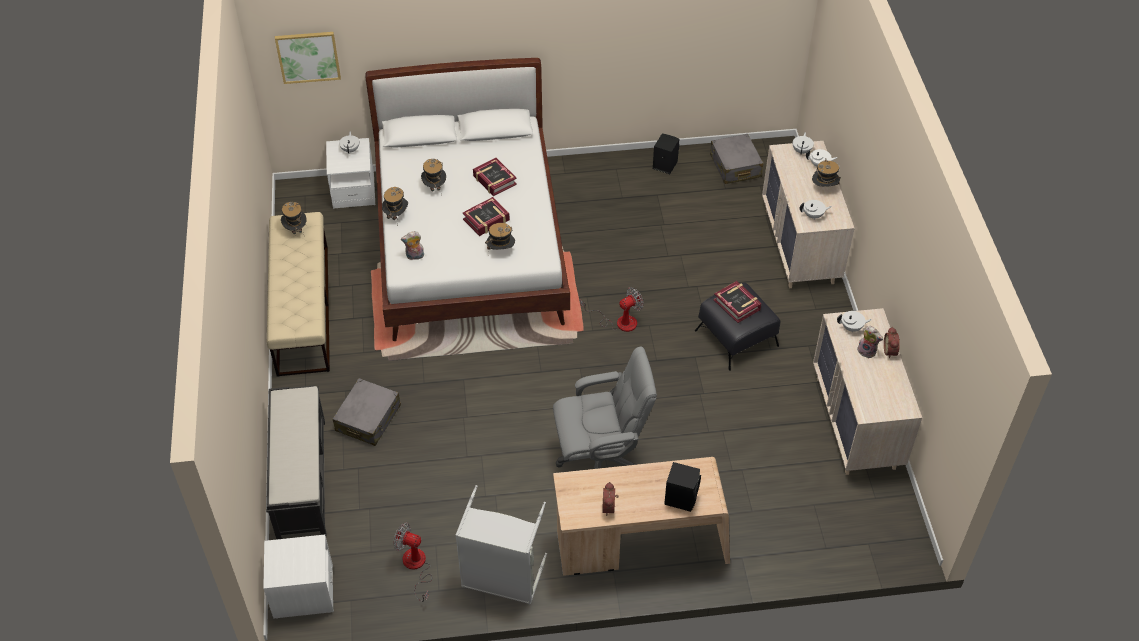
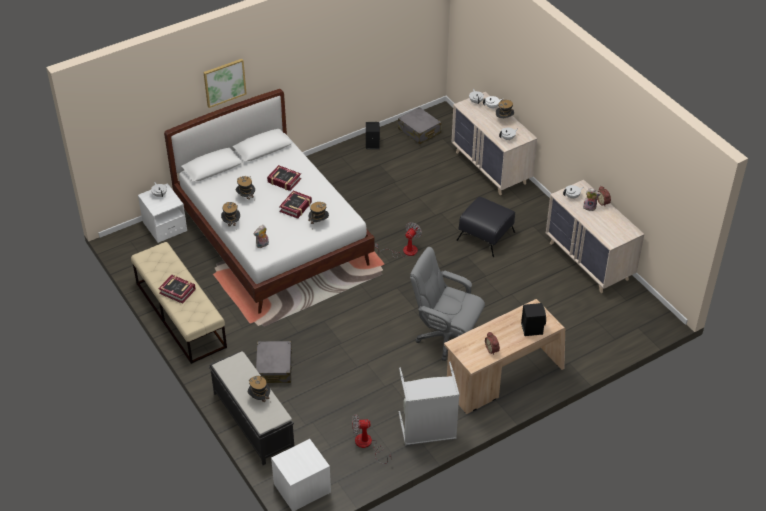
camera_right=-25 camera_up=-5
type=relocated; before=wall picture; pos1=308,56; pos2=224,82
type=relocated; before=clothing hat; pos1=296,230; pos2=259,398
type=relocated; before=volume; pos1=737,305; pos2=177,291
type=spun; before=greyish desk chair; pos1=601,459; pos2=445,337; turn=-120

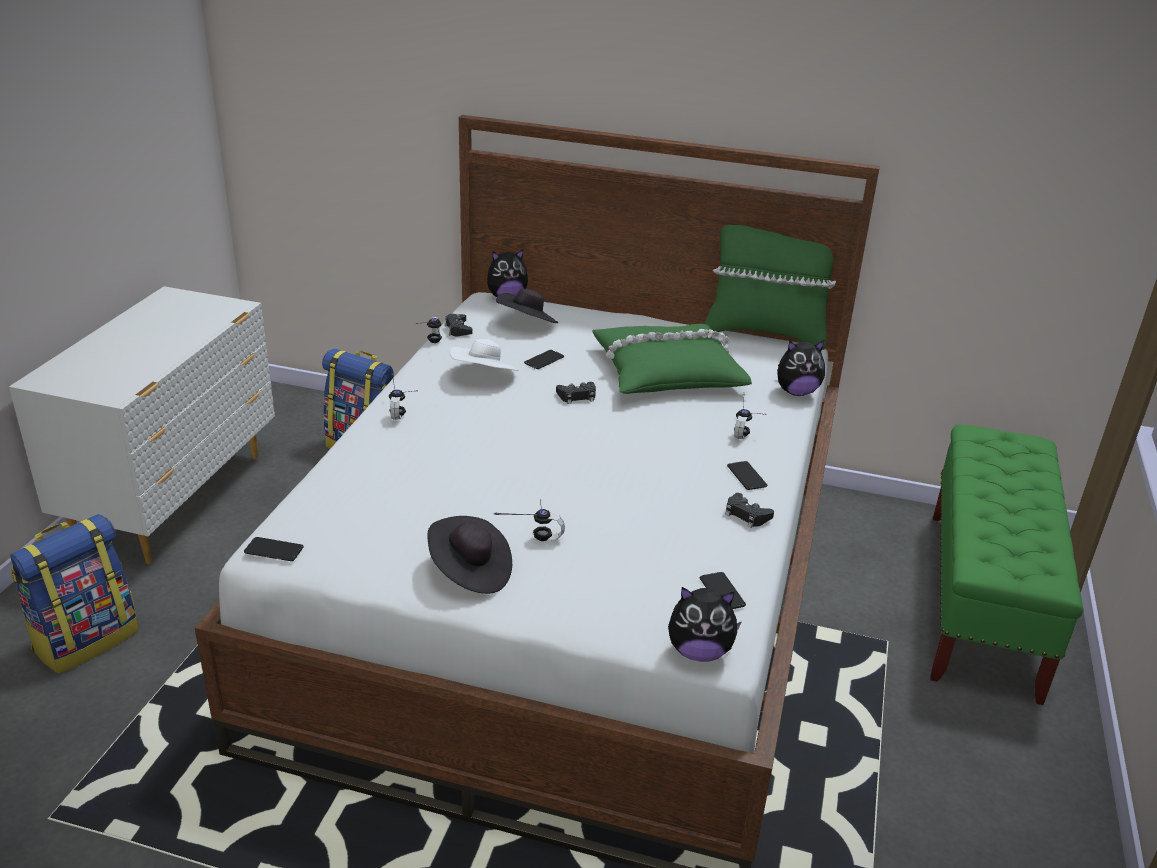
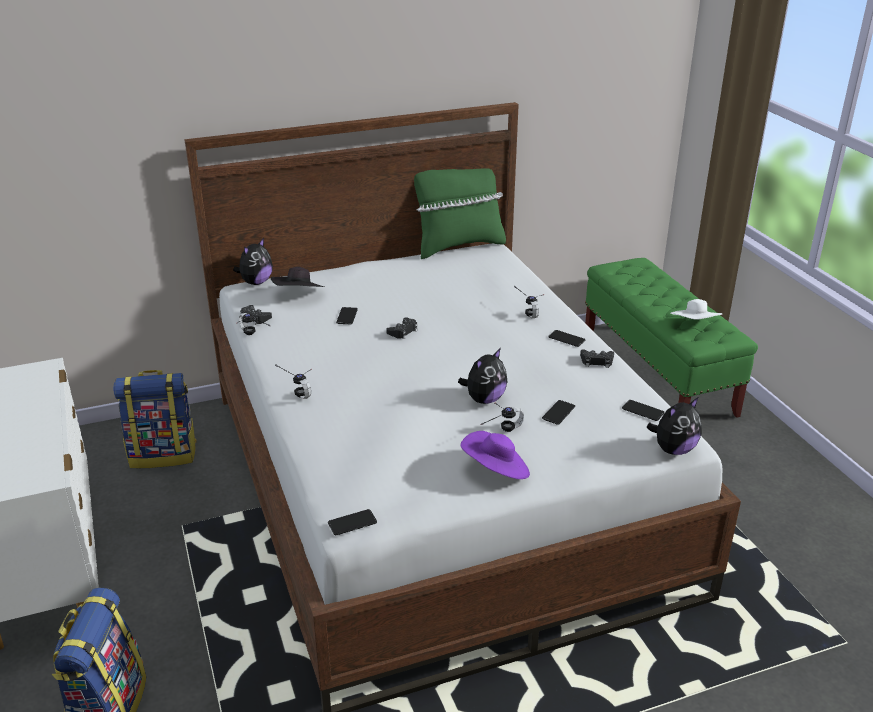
camera_right=-35 camera_up=0
type=missing; before=greenish pillow; pos1=666,372
type=appeared; after=handset; pos2=558,413
type=relocated; before=whitish clothing hat; pos1=484,376; pos2=694,326
type=relocated; before=plush toy; pos1=796,392; pos2=484,399
type=colour; before=black-coloured clothing hat; after=purplish clothing hat; pos1=470,572; pos2=496,470

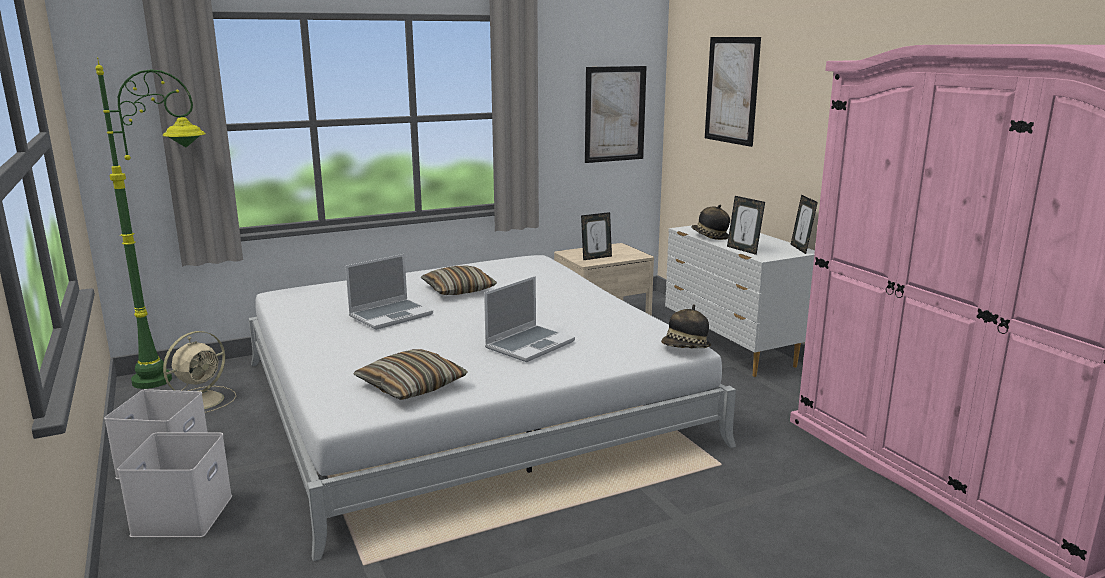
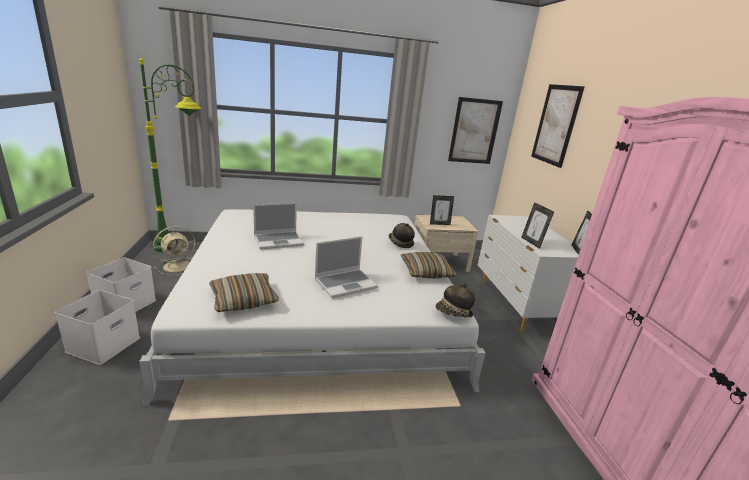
camera_right=15 camera_up=5
type=relocated; before=pillow; pos1=458,290; pos2=426,272
type=relocated; before=clothing hat; pos1=709,236; pos2=400,243

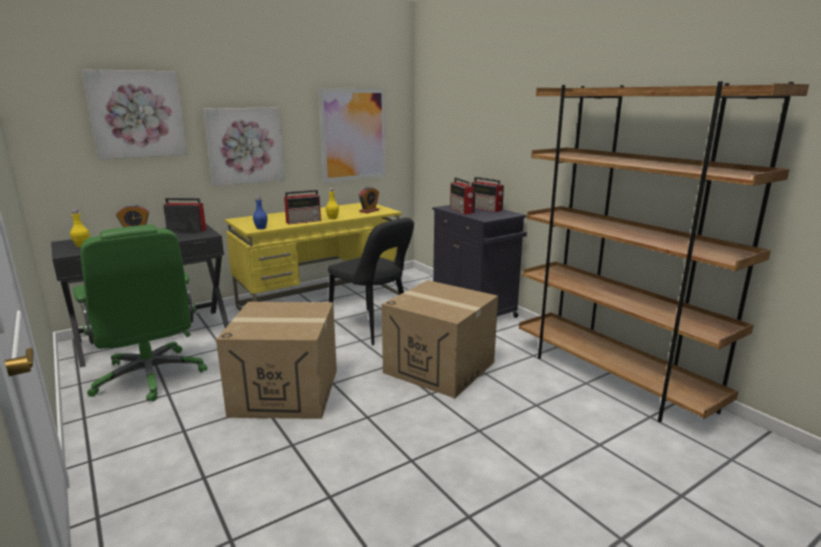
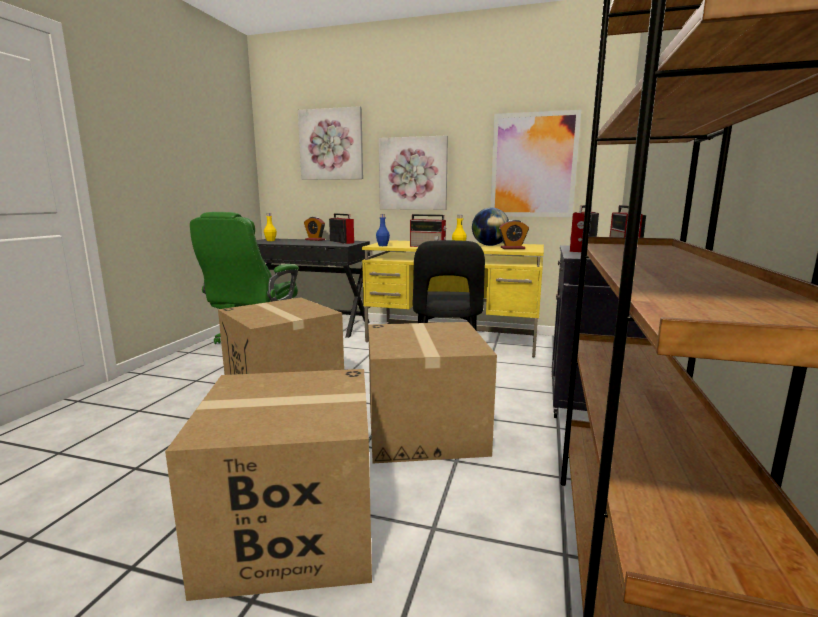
camera_right=50 camera_up=-5
type=appeared; after=cardboard box; pos2=291,528
type=appeared; after=world globe; pos2=490,245

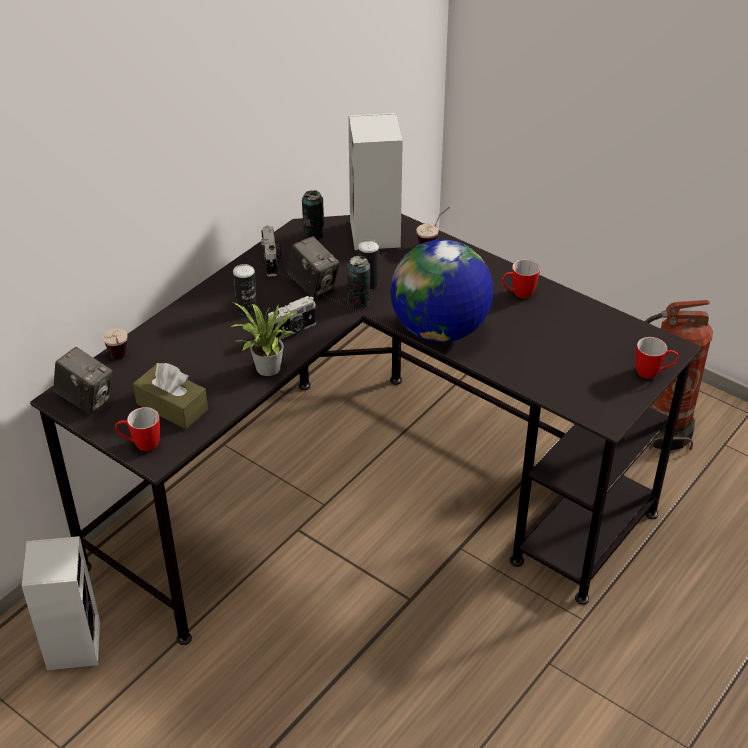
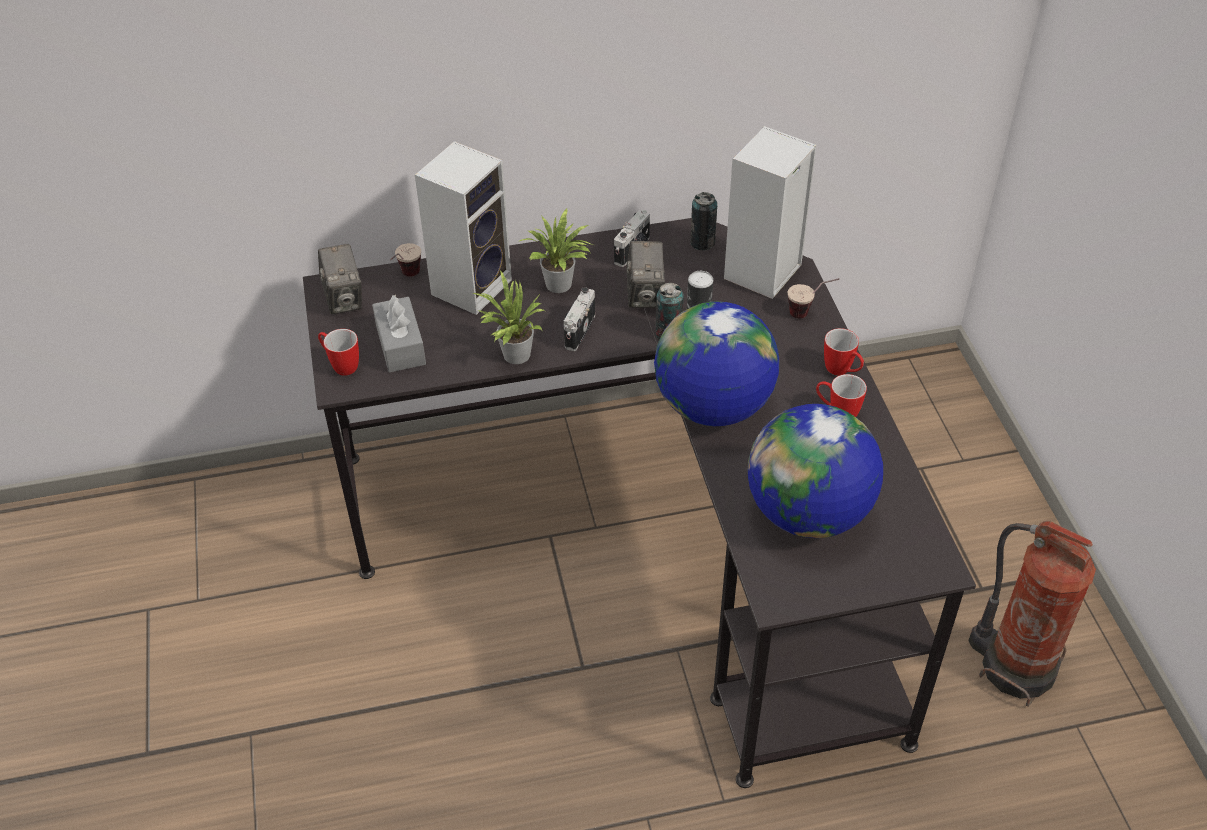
camera_right=40 camera_up=5
type=appeared; after=world globe; pos2=808,513
type=relocated; before=audio speaker; pos1=72,643; pos2=472,285
type=relocated; before=coffee mug; pos1=653,373; pos2=842,372
type=exchanged; before=sealed can; after=potted plant; pos1=247,309; pos2=560,286
type=colour; before=brown-coloured box of tissues; after=greyish box of tissues; pos1=172,407; pos2=400,345
type=spun; before=photo camera; pos1=294,331; pos2=578,331; turn=105

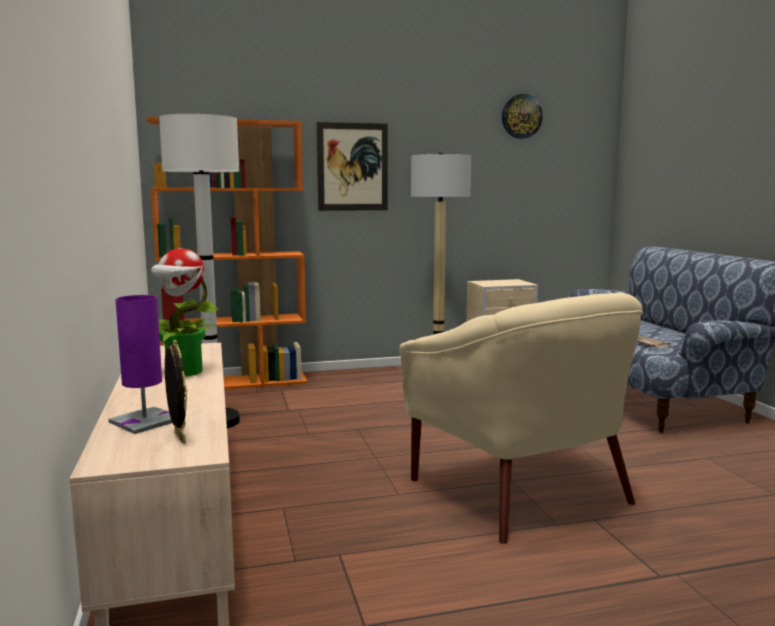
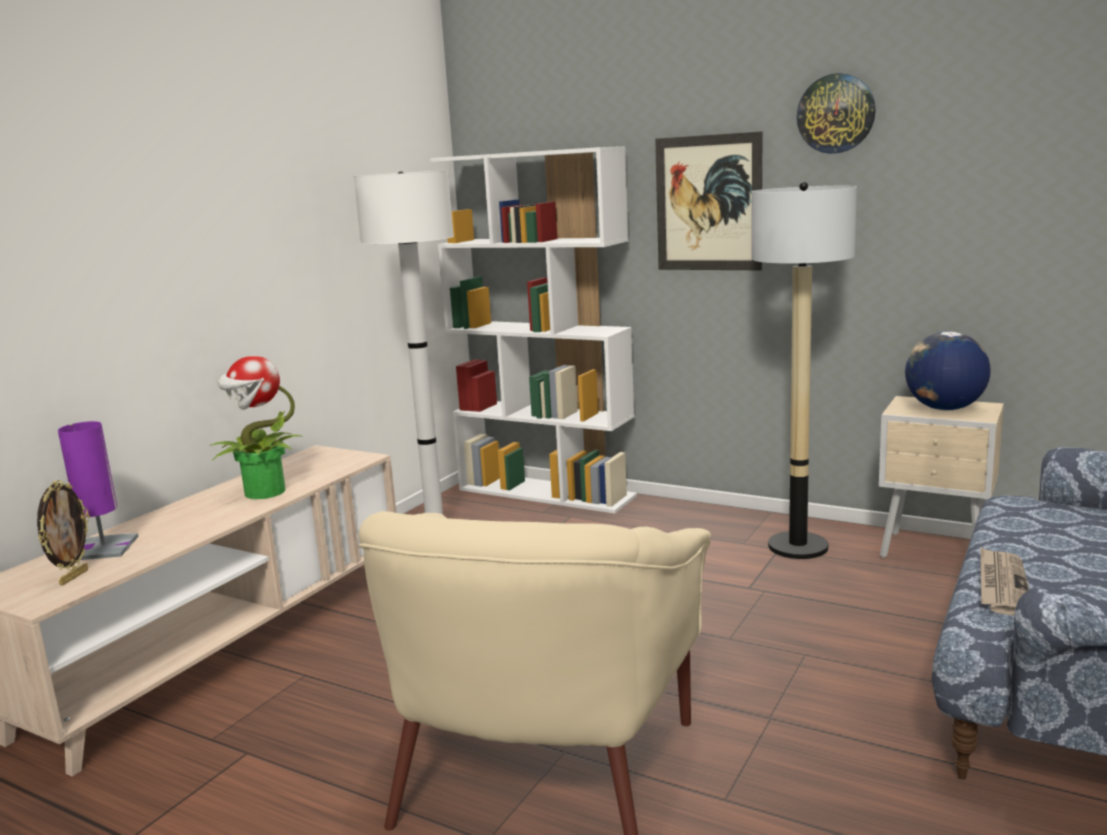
camera_right=45 camera_up=5
type=appeared; after=world globe; pos2=944,409
type=relocated; before=hanging clock; pos1=521,116; pos2=836,114
type=colour; before=orangey shelving unit; after=whitish shelving unit; pos1=237,382; pos2=547,492

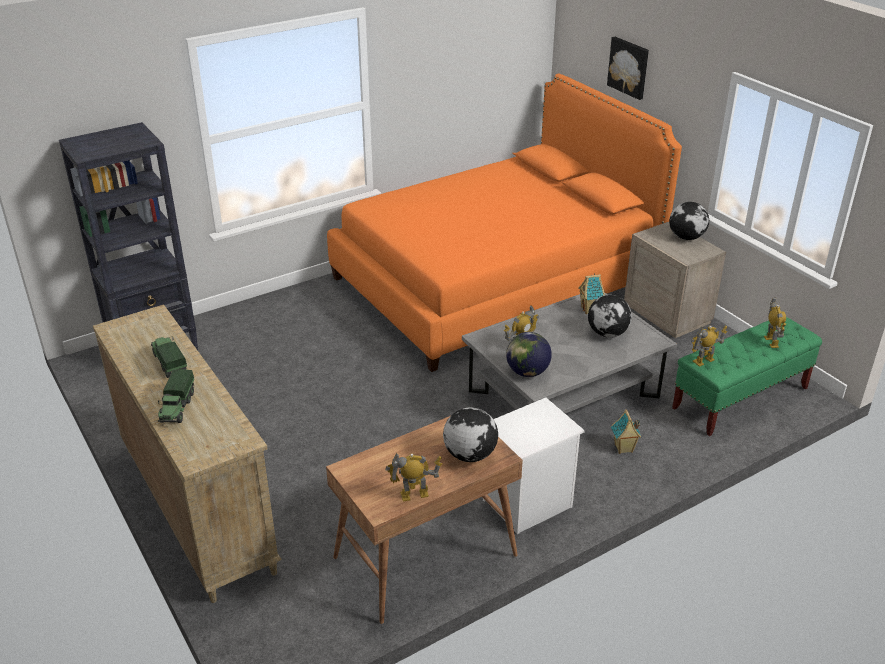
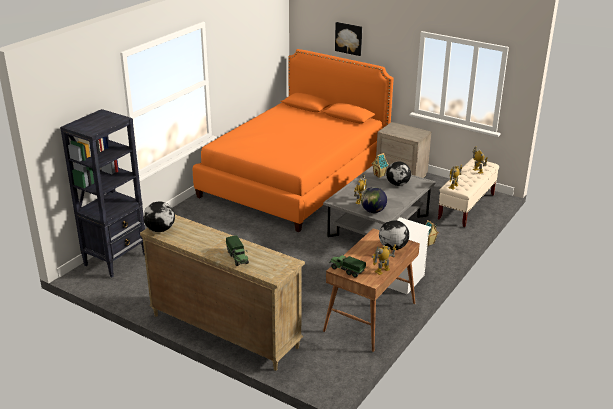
camera_right=-25 camera_up=-5
type=relocated; before=toy lorry; pos1=169,363; pos2=346,270
type=relocated; before=world globe; pos1=686,237; pos2=160,229
type=colour; before=greenish bench; after=sand-coloured bench; pos1=740,398; pos2=466,207

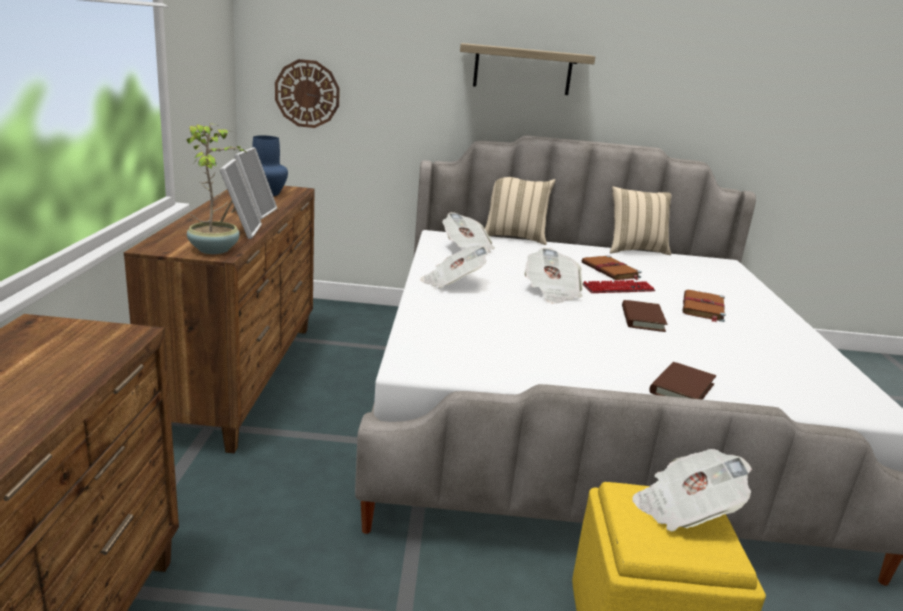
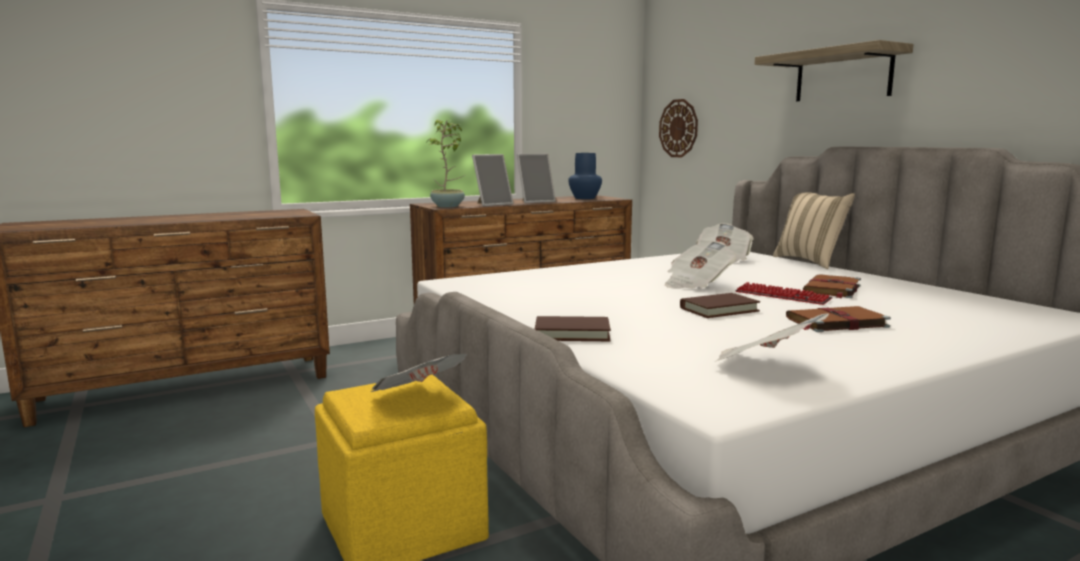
camera_right=60 camera_up=-10
type=missing; before=sand-coloured pillow; pos1=635,250
type=relocated; before=daily paper; pos1=452,283; pos2=764,367

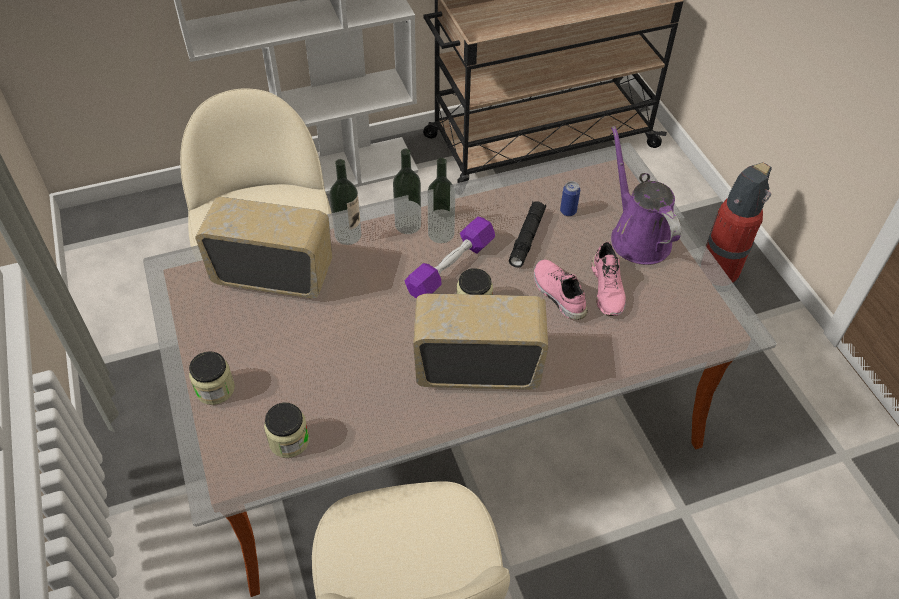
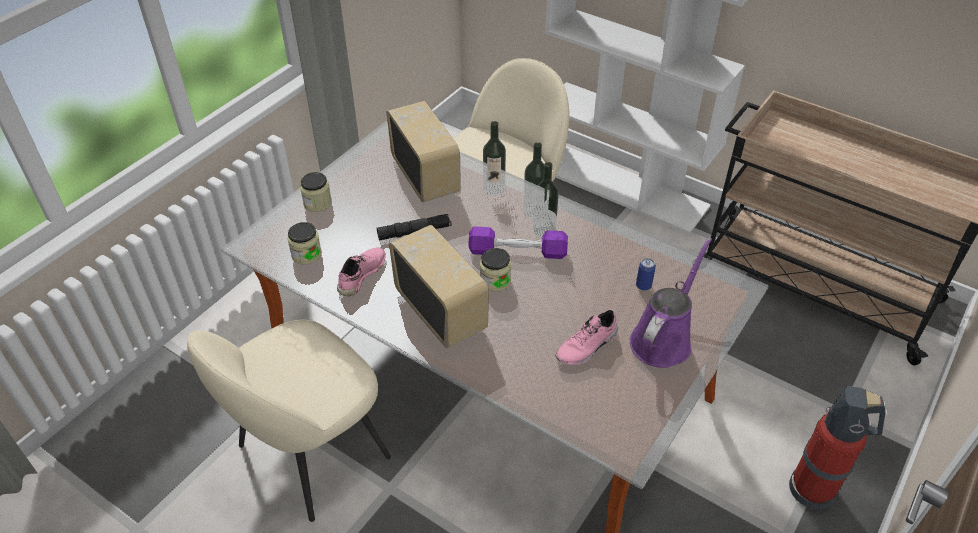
camera_right=55 camera_up=-5
type=relocated; before=black-coloured hand torch; pos1=527,238; pos2=414,232
type=relocated; before=pink-coloured item of footwear; pos1=557,294; pos2=361,275

